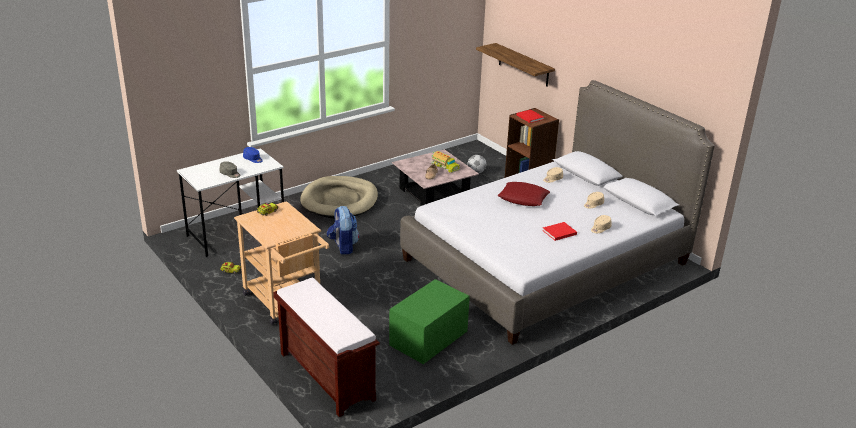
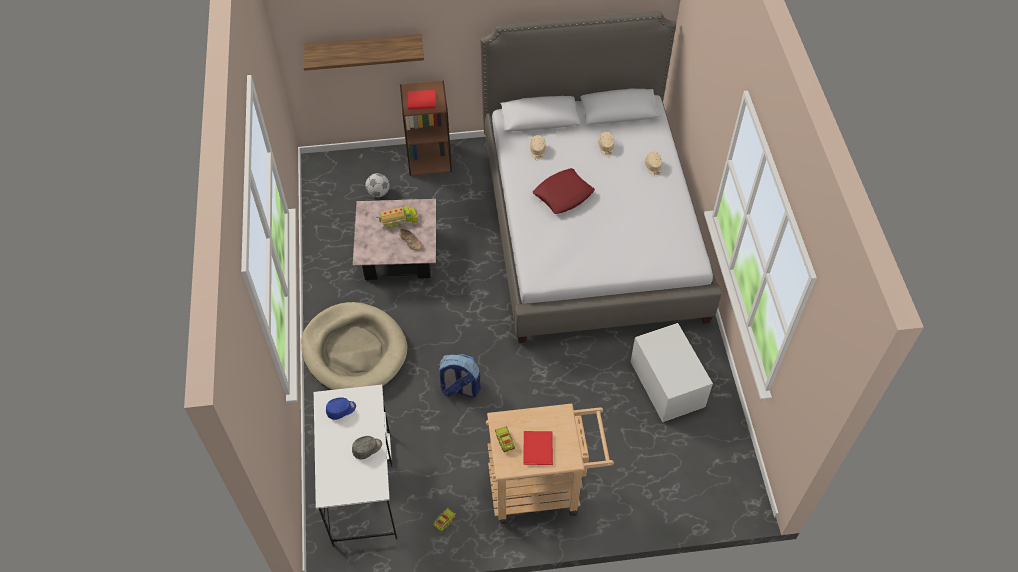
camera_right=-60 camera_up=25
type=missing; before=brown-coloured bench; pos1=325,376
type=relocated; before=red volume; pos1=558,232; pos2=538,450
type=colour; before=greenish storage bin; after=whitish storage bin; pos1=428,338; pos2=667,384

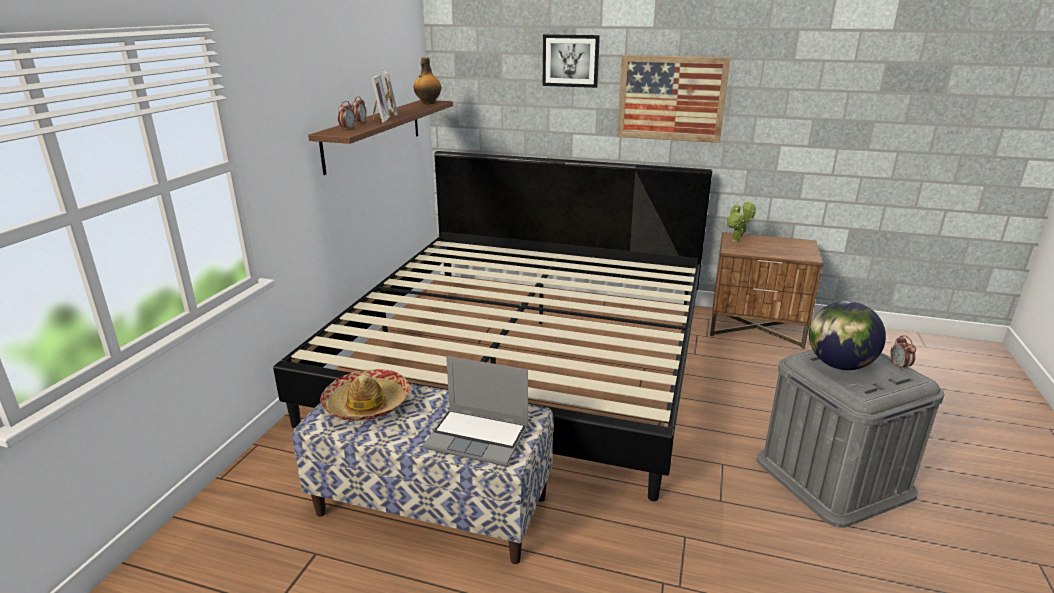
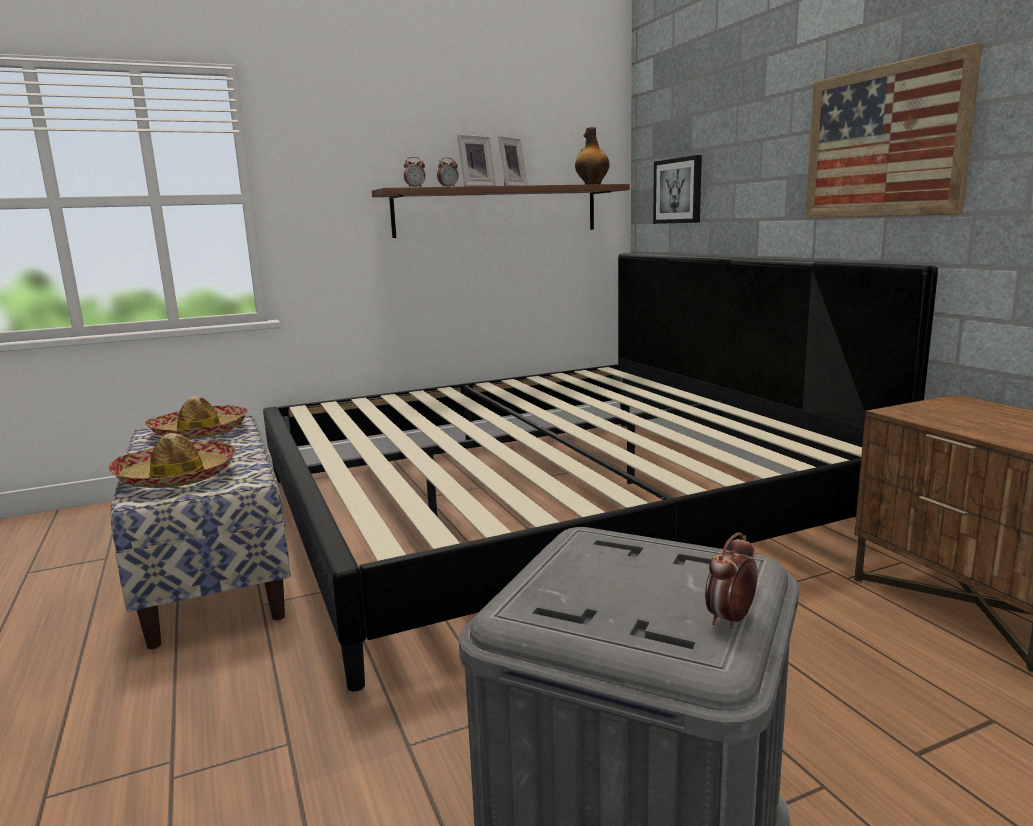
camera_right=50 camera_up=-10
type=missing; before=potted plant; pos1=736,241
type=missing; before=world globe; pos1=838,365
type=relocated; before=wall picture; pos1=570,60; pos2=678,191
type=exchanged; before=laptop; after=clothing hat; pos1=479,437; pos2=177,477

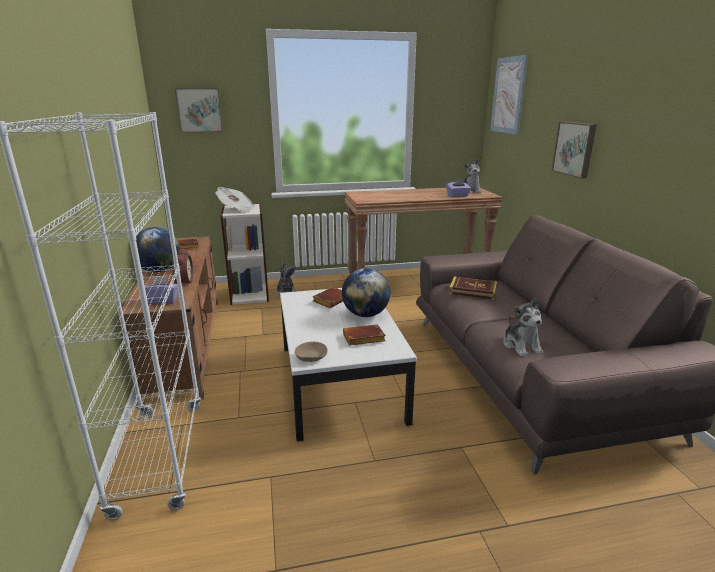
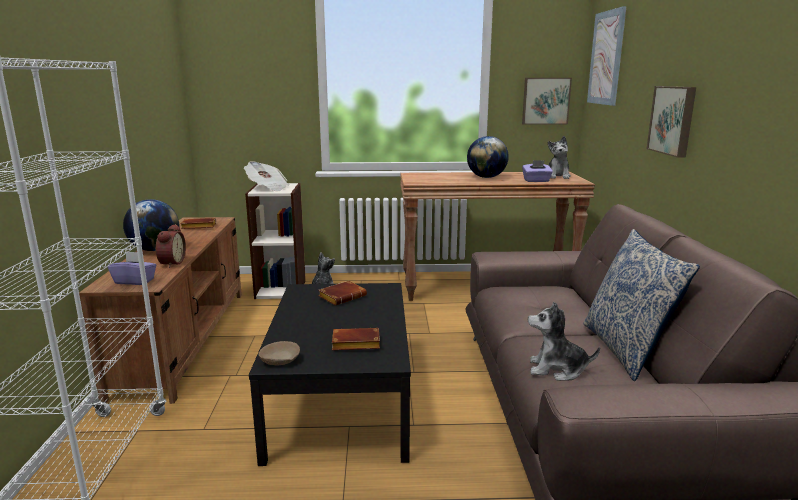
camera_right=10 camera_up=-5
type=missing; before=volume; pos1=472,291
type=appeared; after=pillow; pos2=626,350
type=relocated; before=wall picture; pos1=199,110; pos2=545,101
type=relocated; before=world globe; pos1=365,314; pos2=486,177
type=colour; before=whitish lounge table; after=black-coloured lounge table; pos1=340,382; pos2=342,399
type=spun; before=plush toy; pos1=521,346; pos2=557,370; turn=105

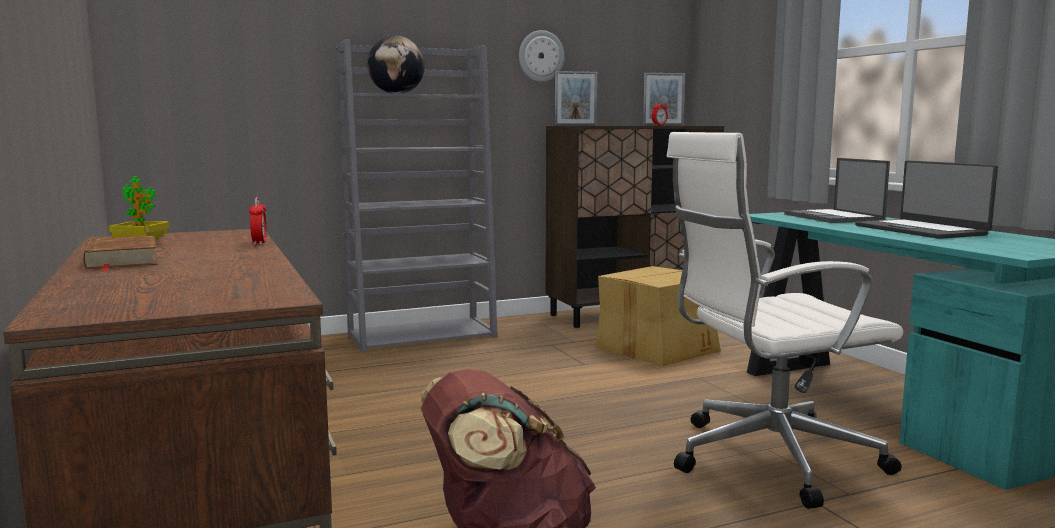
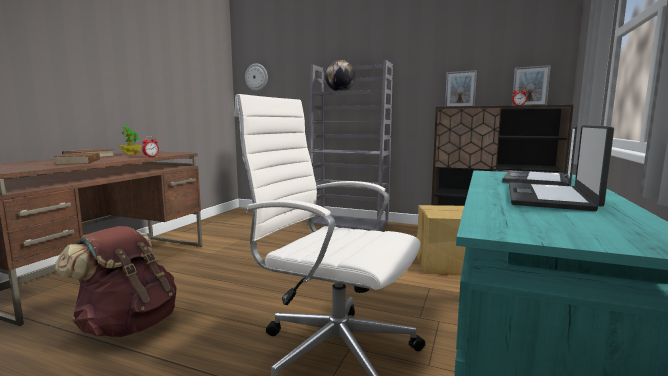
camera_right=45 camera_up=0
type=appeared; after=brown-coloured volume; pos2=79,162
type=relocated; before=hanging clock; pos1=541,56; pos2=256,77

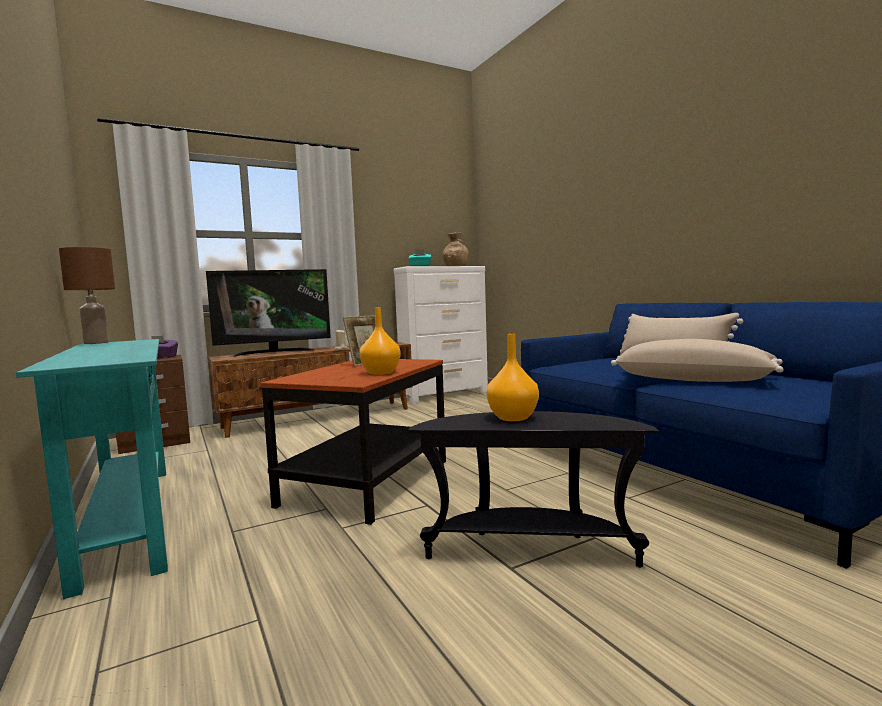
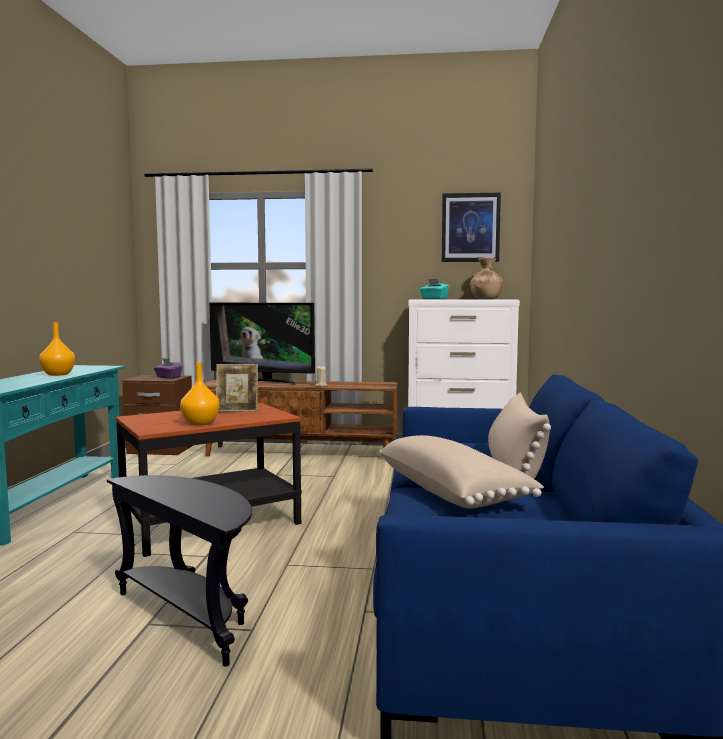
camera_right=35 camera_up=0
type=missing; before=brown-coloured tabletop lamp; pos1=96,343
type=appeared; after=wall picture; pos2=470,227
type=relocated; before=orangey decorative vase; pos1=511,418; pos2=57,374

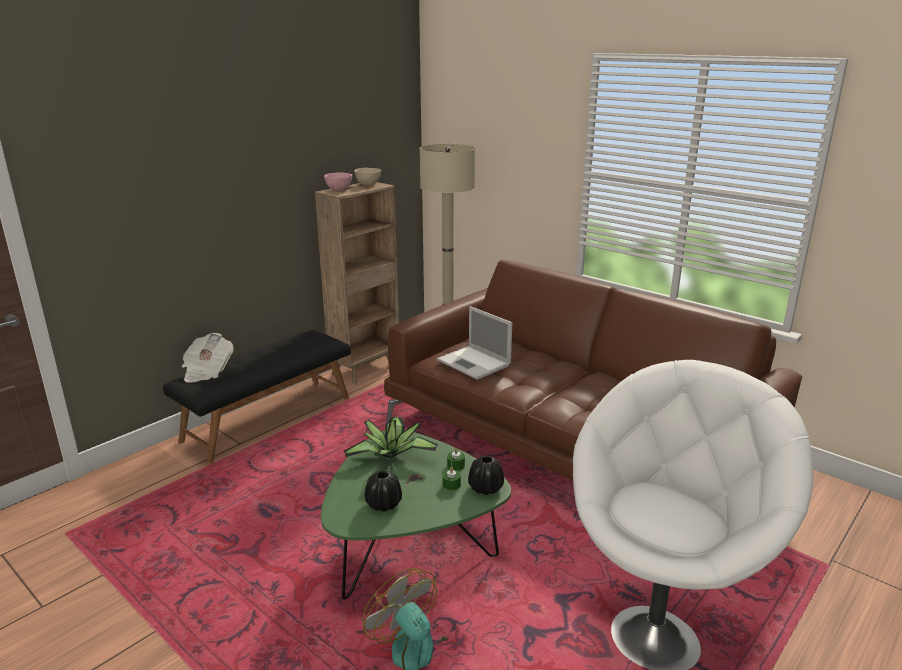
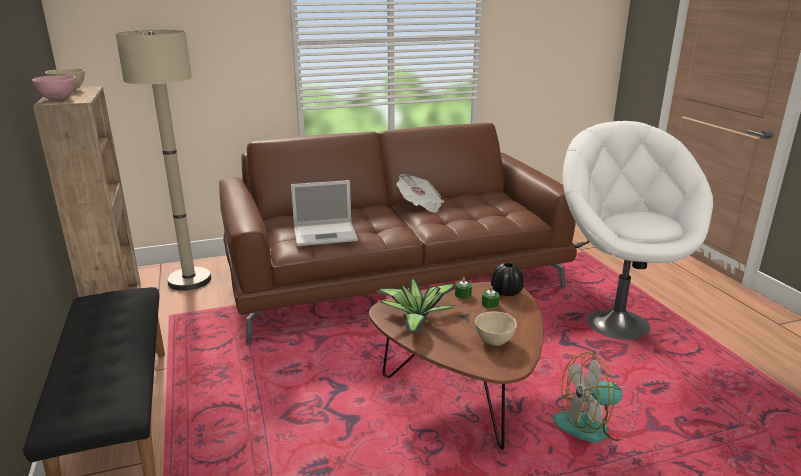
camera_right=-60 camera_up=0
type=relocated; before=daily paper; pos1=207,371; pos2=420,205
type=exchanged; before=black-coloured decorative vase; after=sand-coloured bowl; pos1=384,504; pos2=494,341
type=colour; before=greenish lounge table; after=brown-coloured lounge table; pos1=411,552; pos2=463,392

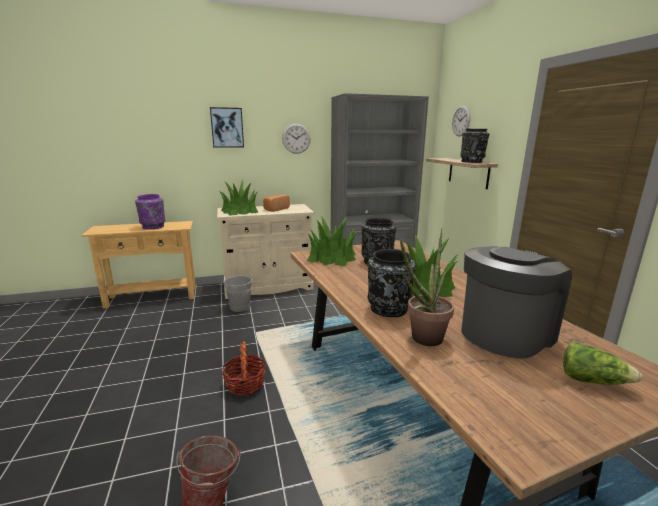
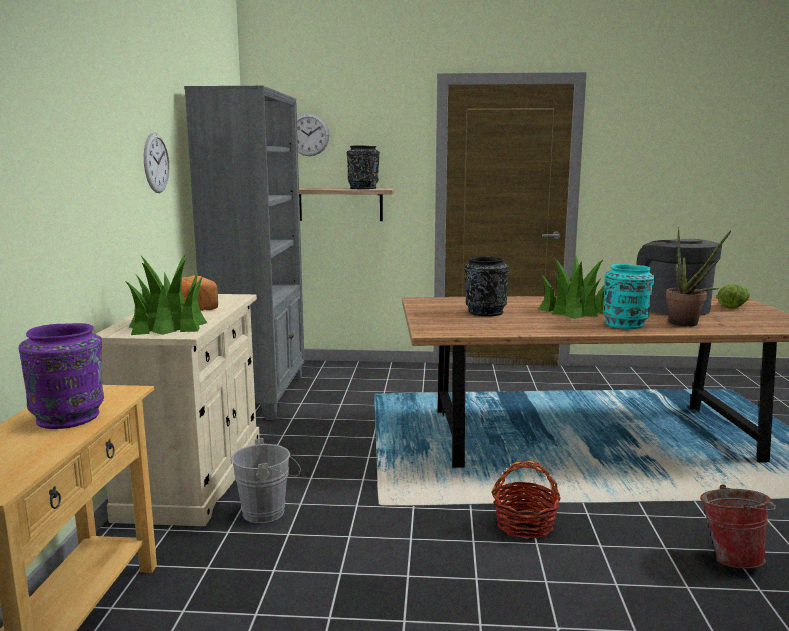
camera_right=-70 camera_up=-5
type=missing; before=wall picture; pos1=227,127
type=missing; before=potted plant; pos1=332,257
type=colour; before=black-coloured decorative vase; after=turquoise-coloured decorative vase; pos1=388,309; pos2=625,324

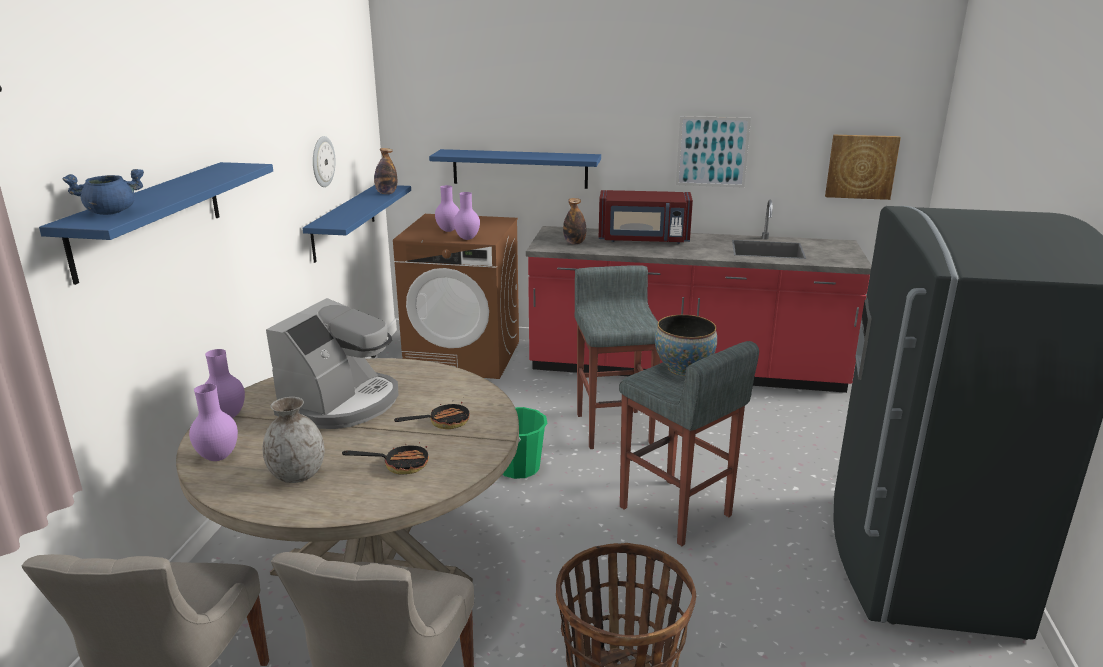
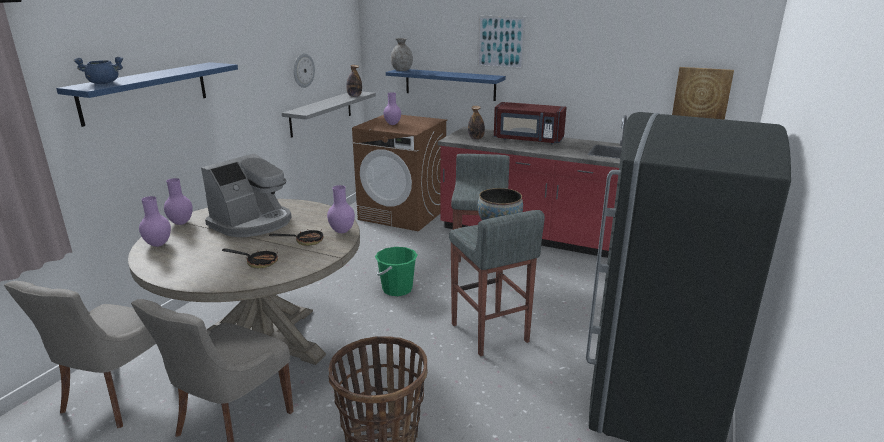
camera_right=15 camera_up=0
type=relocated; before=greyish decorative vase; pos1=297,475; pos2=402,70
type=relocated; before=purplish decorative vase; pos1=467,238; pos2=342,231
type=relocated; before=wall picture; pos1=712,152; pos2=500,42
type=colour; before=blue bracket shelf; after=greyish bracket shelf; pos1=344,222; pos2=321,113

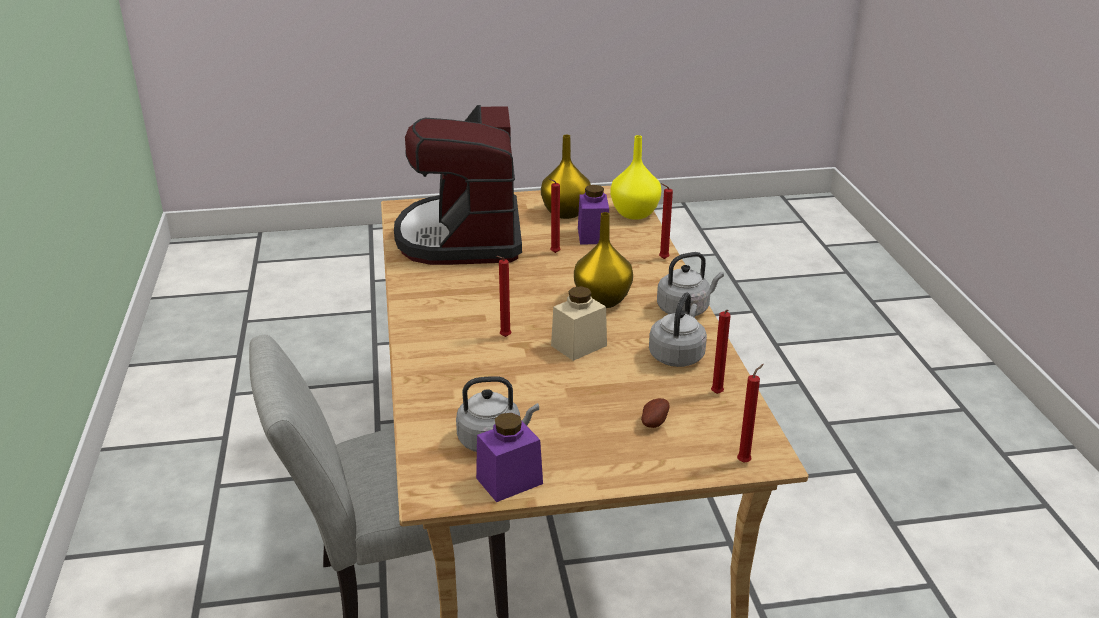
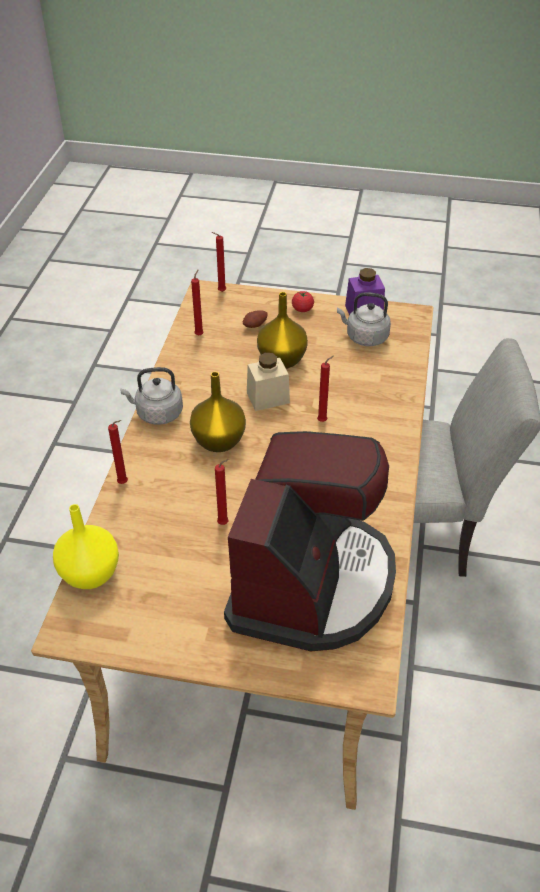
camera_right=-160 camera_up=15
type=missing; before=purplish jar; pos1=593,235
type=missing; before=greyish tea kettle; pos1=677,355
type=appeared; after=fresh tomato; pos2=302,309
type=relocated; before=yellowish decorative vase; pos1=564,213; pos2=282,361

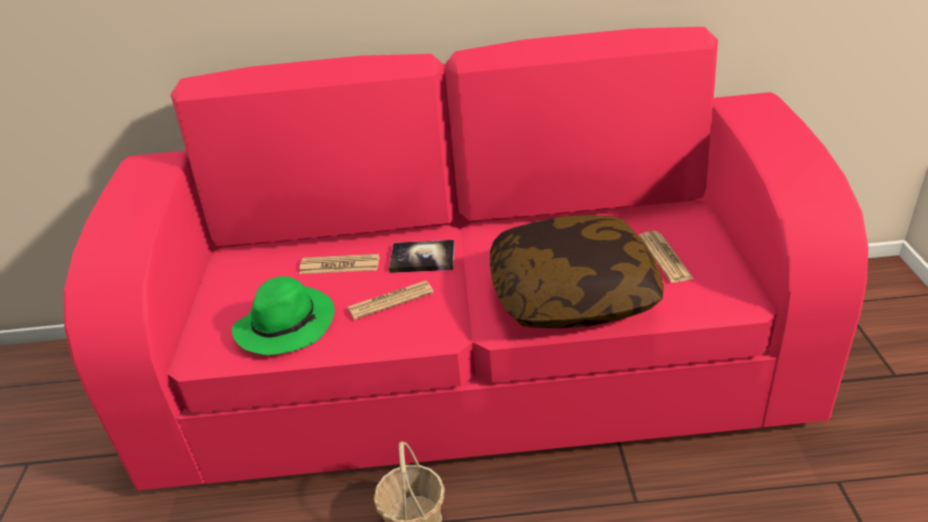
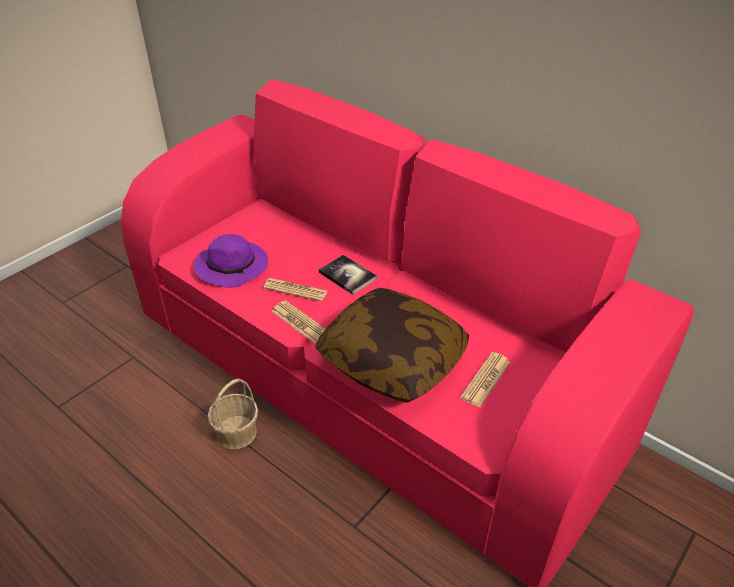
camera_right=40 camera_up=5
type=relocated; before=daily paper; pos1=339,265; pos2=299,322
type=colour; before=greenish clothing hat; after=purplish clothing hat; pos1=286,324; pos2=233,267

